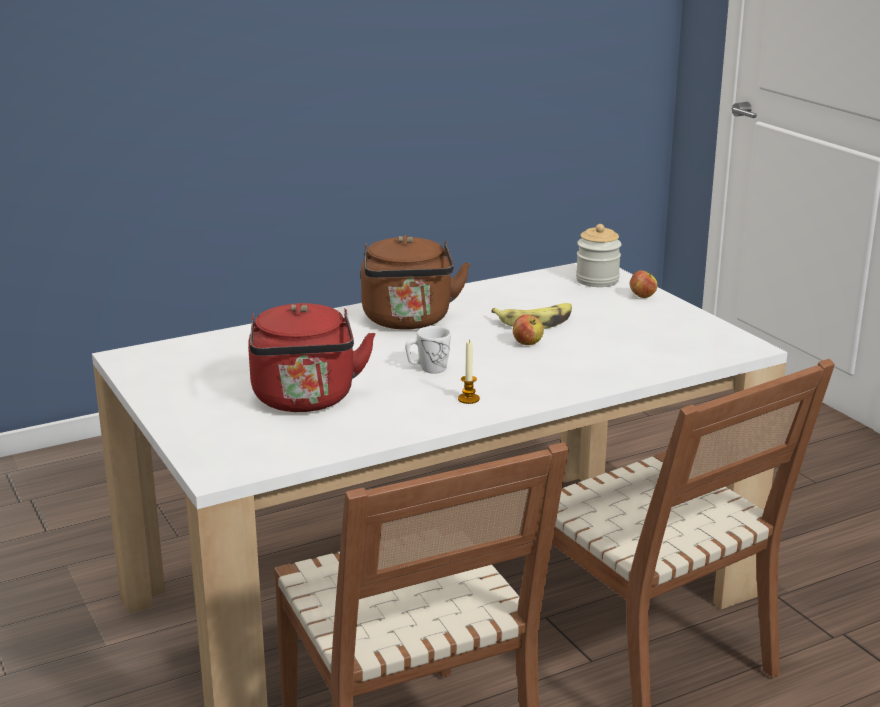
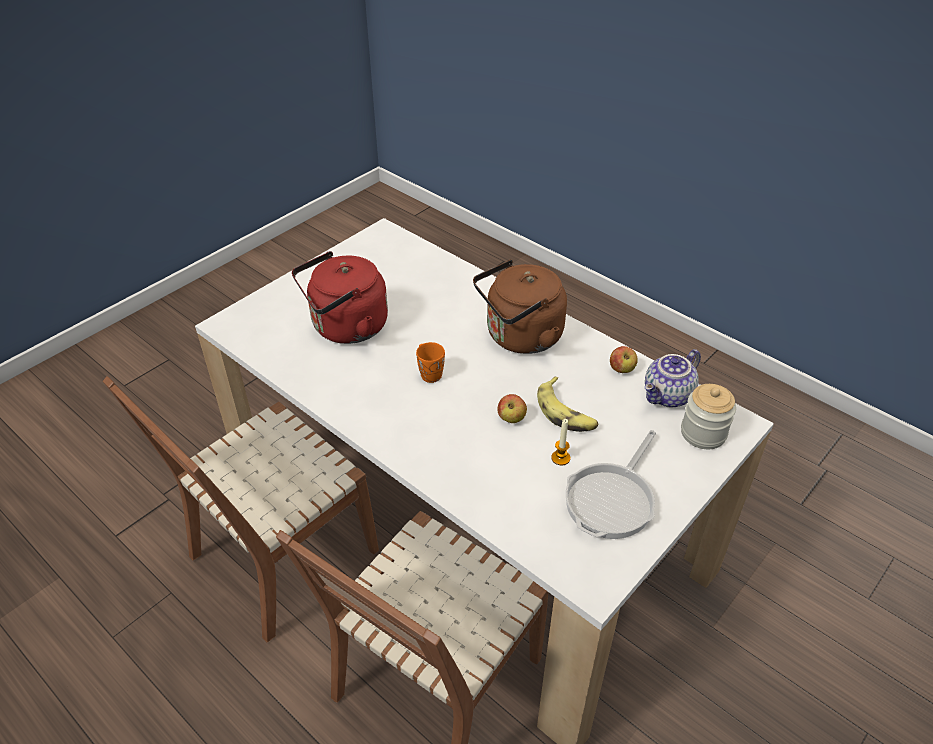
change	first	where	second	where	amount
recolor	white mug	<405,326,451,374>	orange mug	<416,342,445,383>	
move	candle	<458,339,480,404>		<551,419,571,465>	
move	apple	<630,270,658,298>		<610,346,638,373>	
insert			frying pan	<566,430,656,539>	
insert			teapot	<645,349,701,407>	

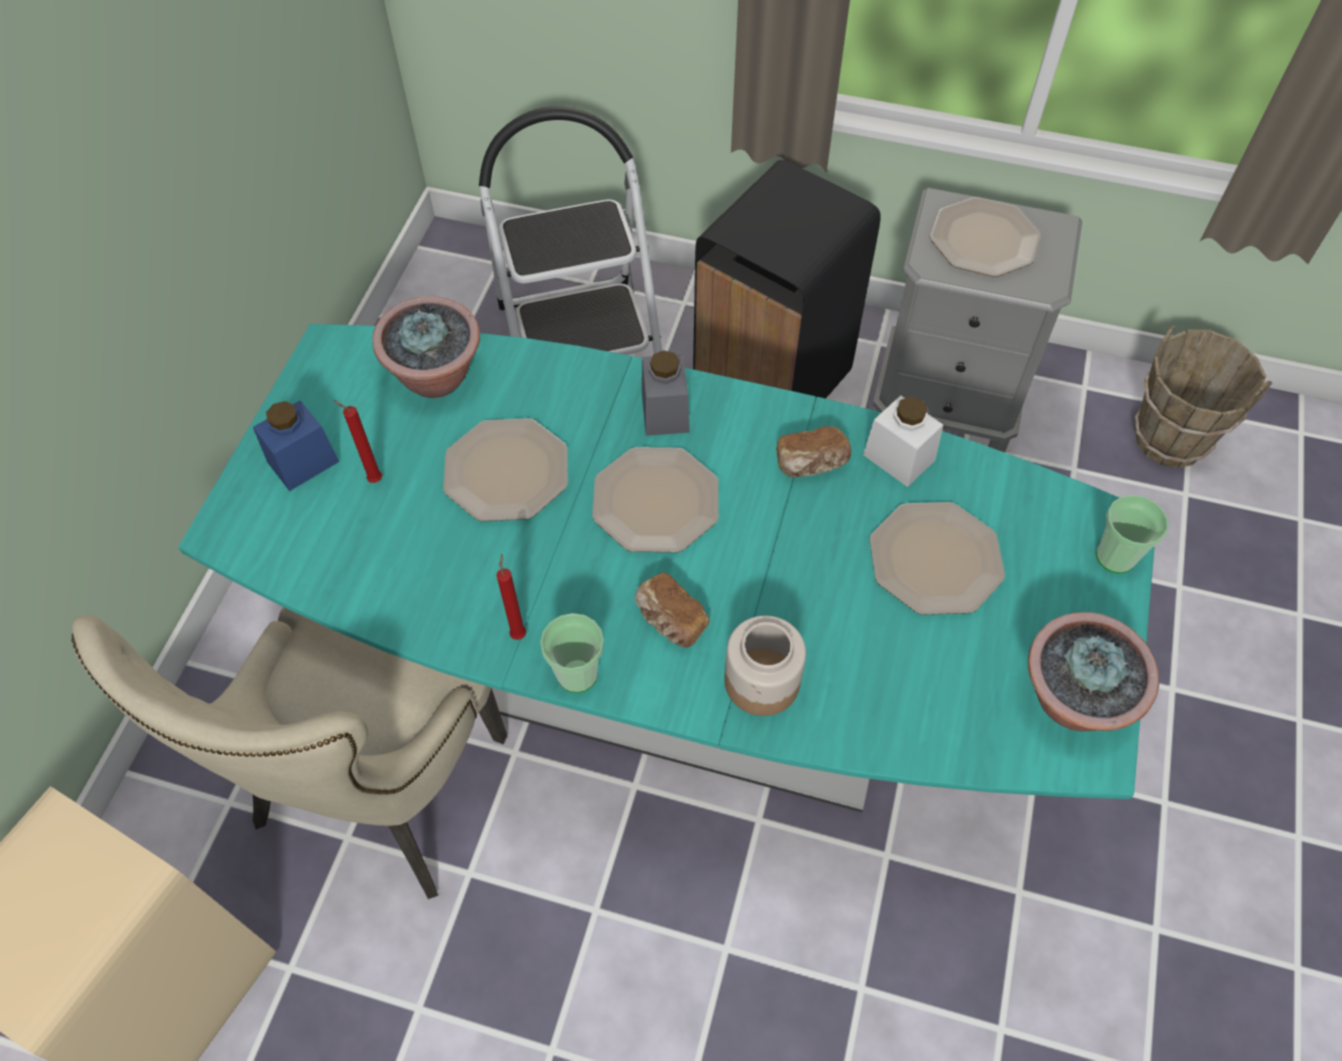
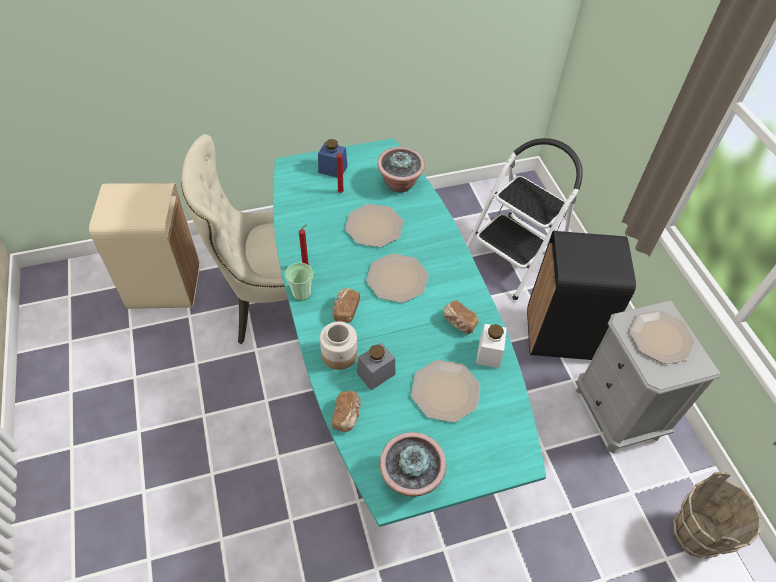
change	first	where	second	where	amount
move	grey jar	<642,350,690,436>		<357,343,396,390>	
delete	cup	<1096,495,1168,574>			
insert			bread	<332,391,362,432>	

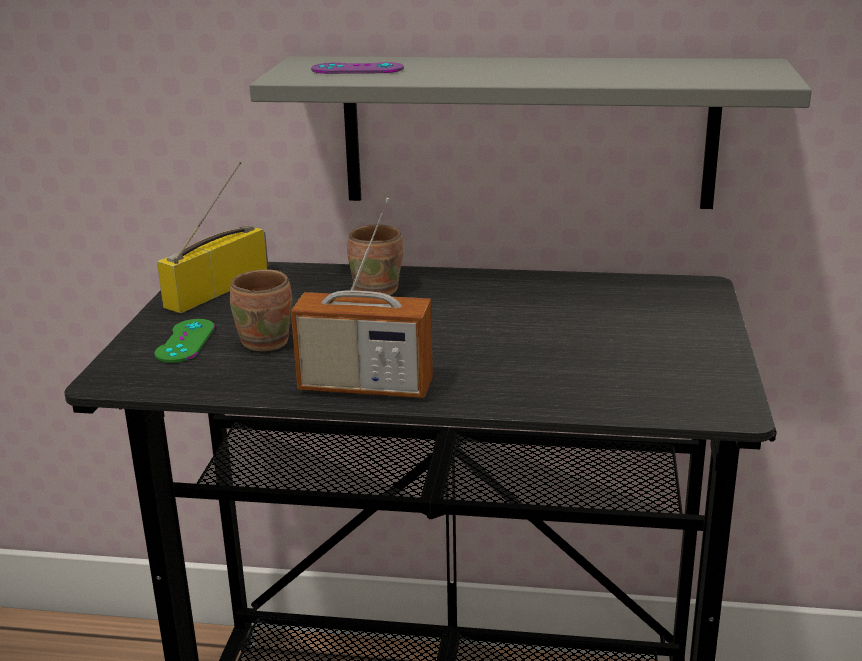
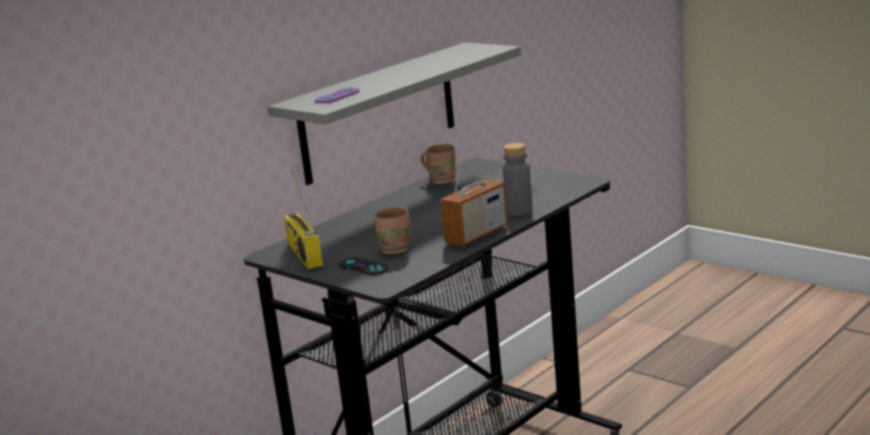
change	first	where	second	where	amount
recolor	green game controller	<154,319,215,363>	black game controller	<339,258,389,275>	
move	brown mug	<347,224,403,295>		<420,144,455,184>	
insert			grey bottle	<503,143,533,216>	

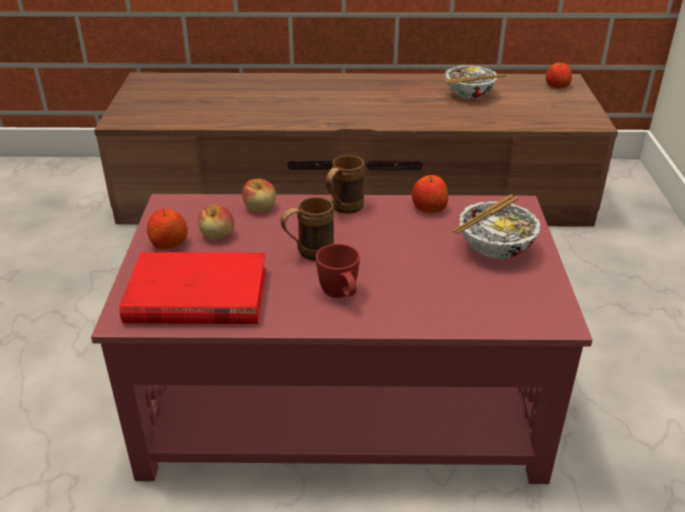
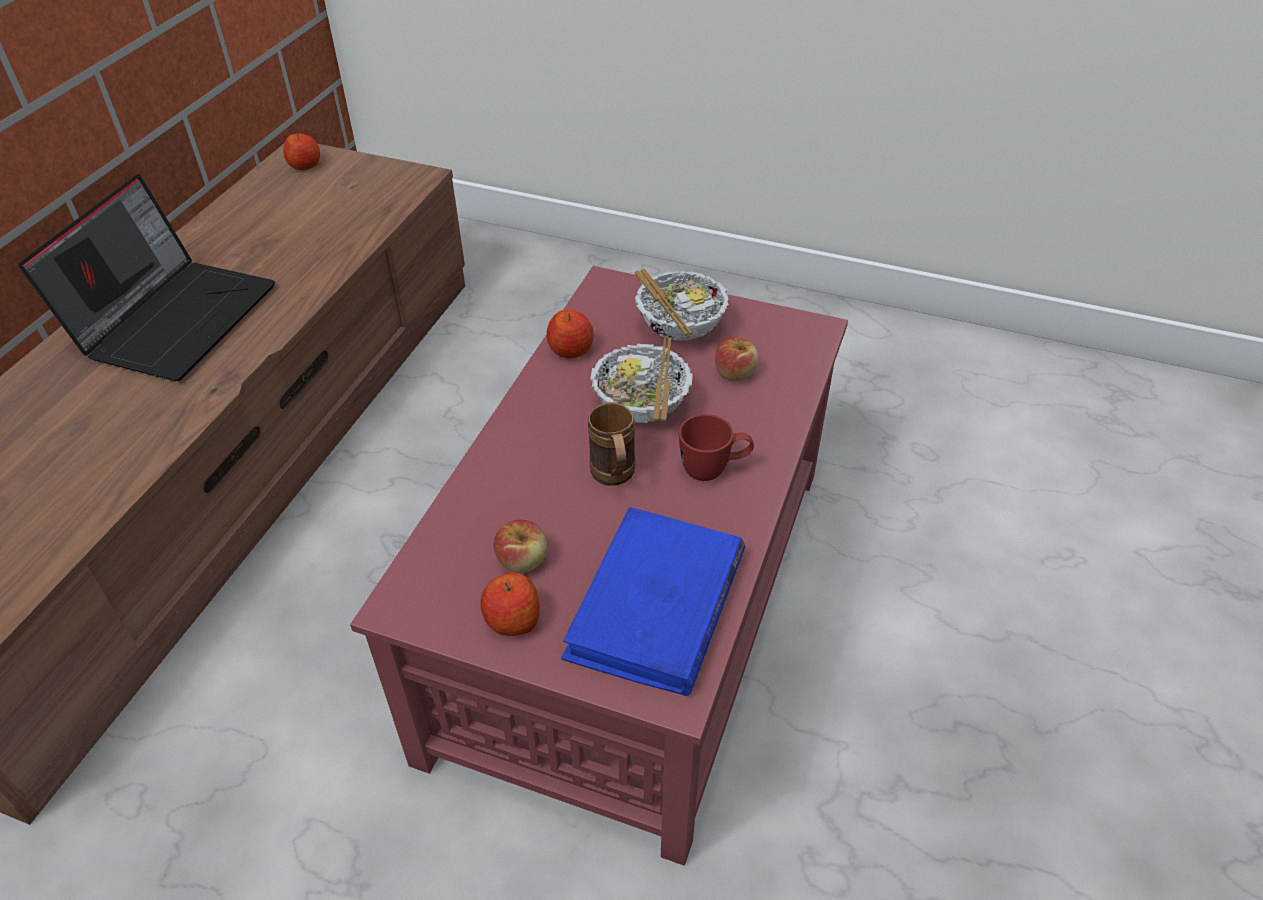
change	first	where	second	where	amount
recolor	red book	<119,252,267,324>	blue book	<561,507,745,696>	
move	apple	<242,179,276,212>		<715,337,758,381>	
delete	brown mug	<326,155,365,214>			
move	bowl	<444,65,506,99>		<590,337,693,423>	
insert			laptop	<18,174,275,381>	

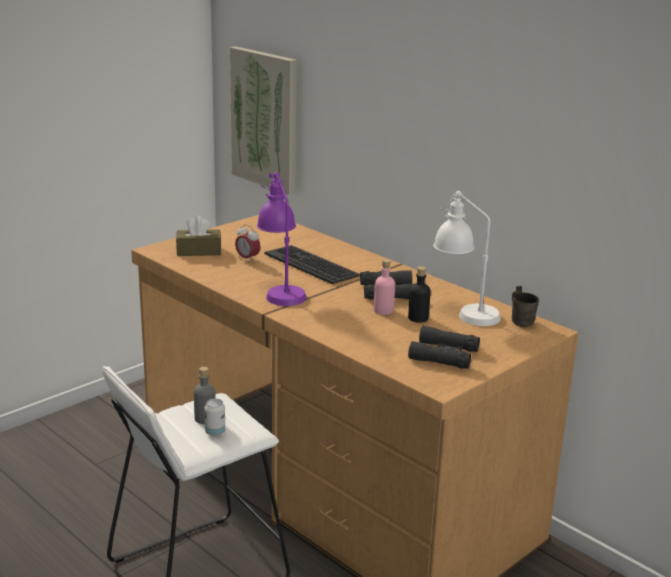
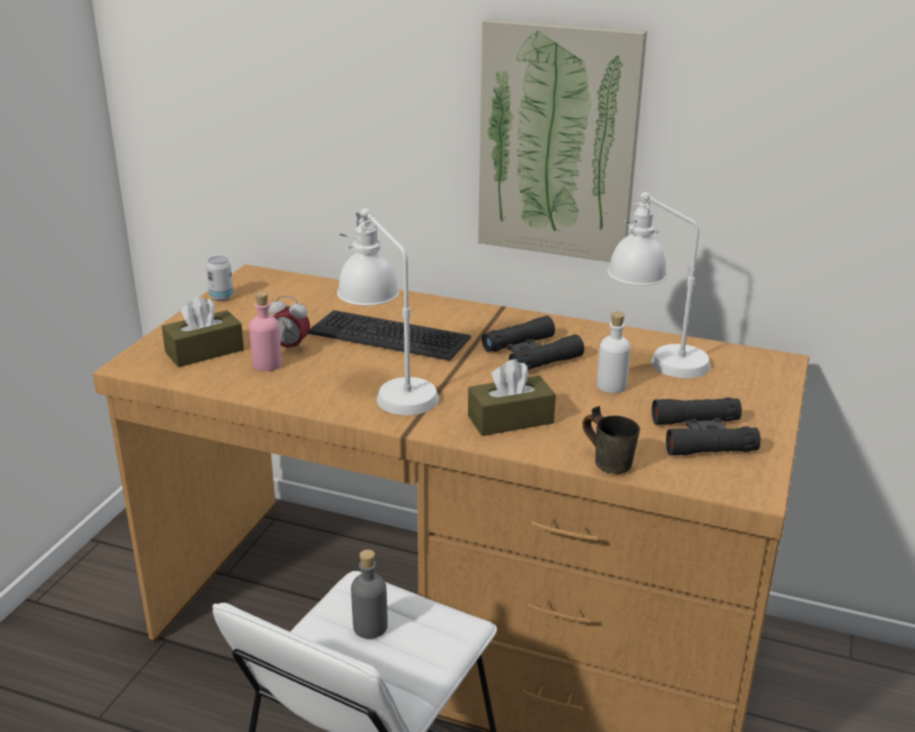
change	first	where	second	where	amount
move	can	<204,399,225,437>		<206,256,234,301>	
move	picture	<230,46,297,195>		<478,18,647,262>	
recolor	purple table lamp	<257,172,306,306>	white table lamp	<337,208,439,415>	
move	pink bottle	<374,259,395,315>		<249,292,282,371>	
recolor	black bottle	<408,266,431,323>	white bottle	<597,312,631,393>	
move	grey mug	<512,286,539,327>		<582,406,640,474>	
insert			brown tissue box	<468,359,556,436>	

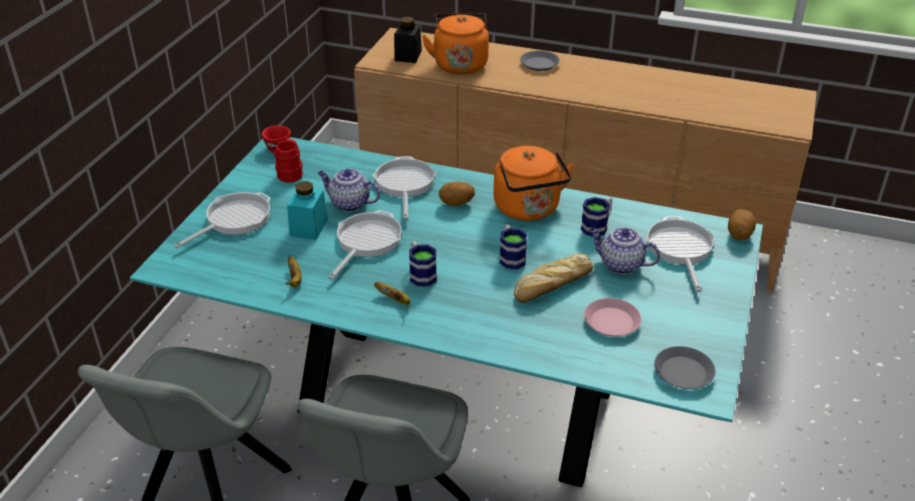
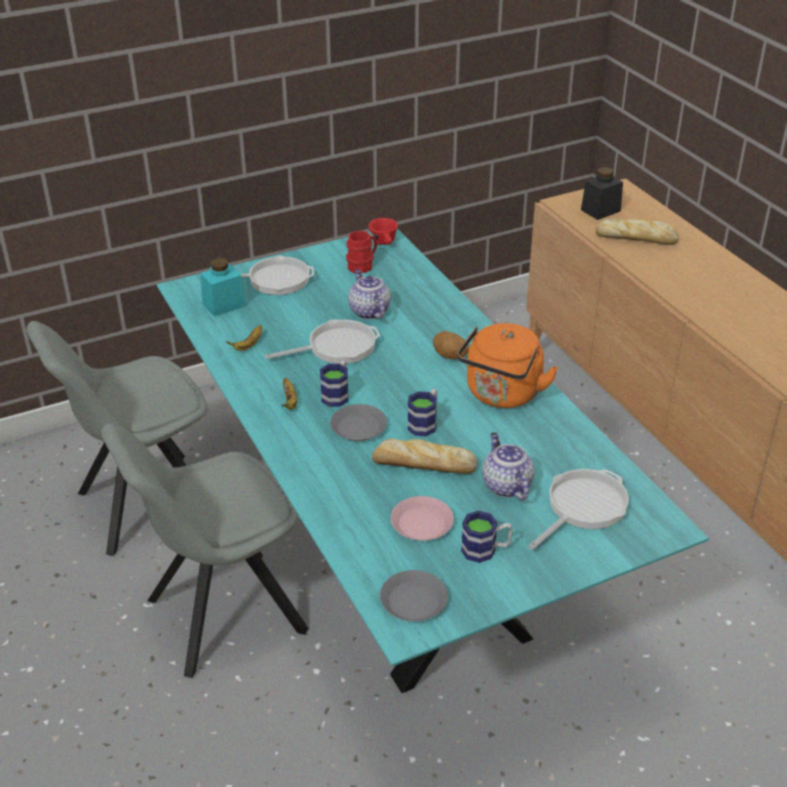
change	first	where	second	where	amount
move	turquoise jar	<287,181,328,240>		<200,258,246,317>	
delete	frying pan	<373,156,437,220>			
replace	orange kettle	<422,13,489,74>	bread	<596,218,679,245>	
move	grey plate	<520,51,560,71>		<330,404,387,441>	
move	mug	<581,197,612,237>		<461,511,513,563>	
delete	potato	<728,209,756,241>			

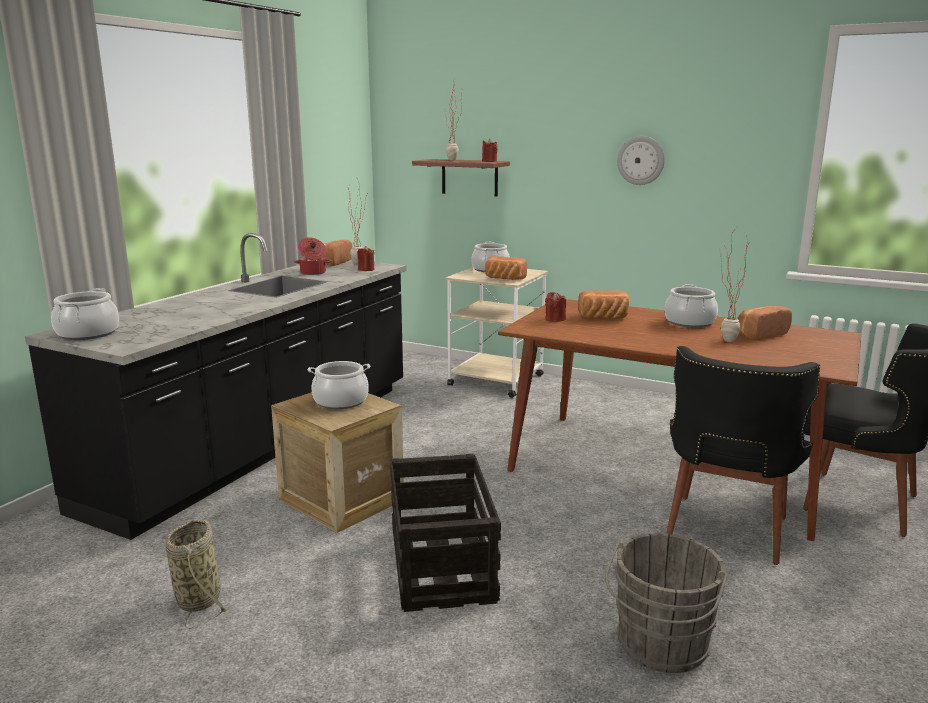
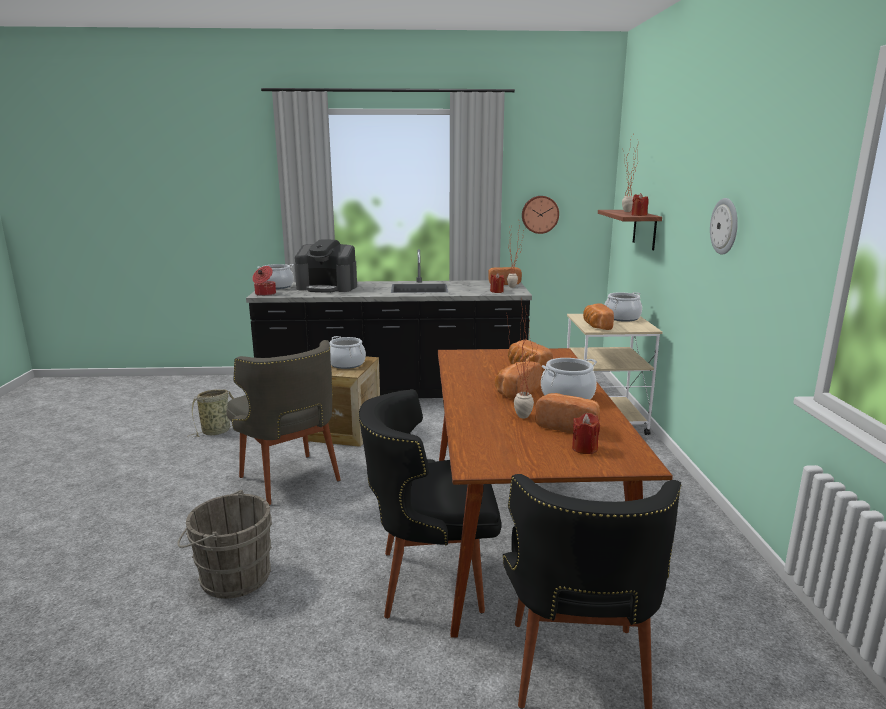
change	first	where	second	where	amount
move	cooking pot	<294,237,331,275>		<252,266,276,296>	
replace	crate	<390,454,501,612>	grey chair	<226,340,341,506>	
move	red candle	<545,292,566,322>		<572,413,600,454>	
insert			coffee machine	<295,239,357,293>	
insert			bread	<495,361,542,400>	
insert			wall clock	<522,196,559,234>	

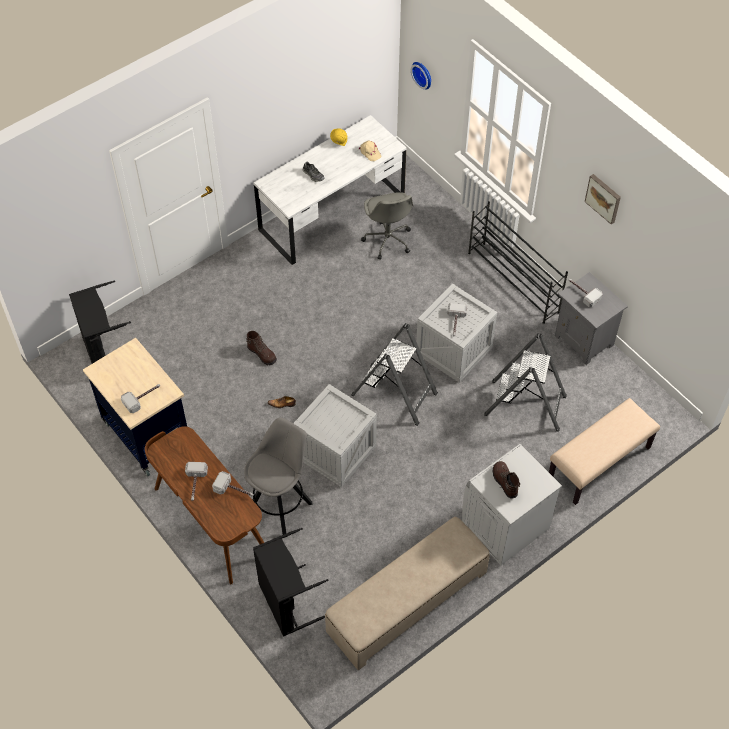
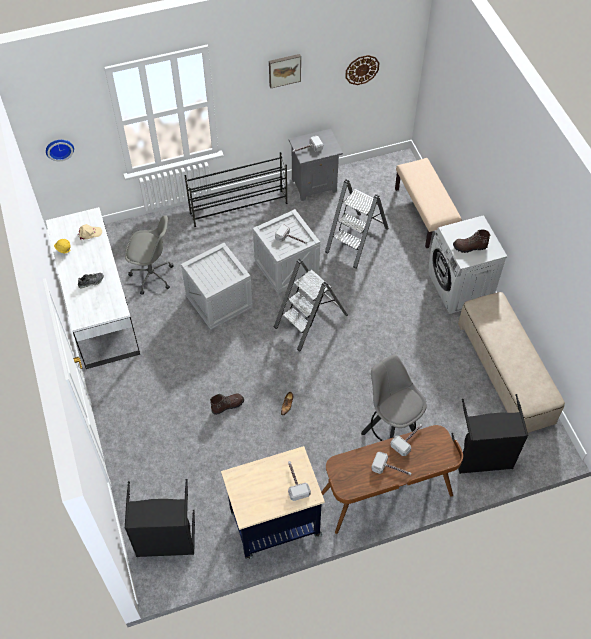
change	first	where	second	where	amount
move	crate	<293,384,377,487>		<181,243,253,330>	
insert			wall clock	<345,55,380,85>	

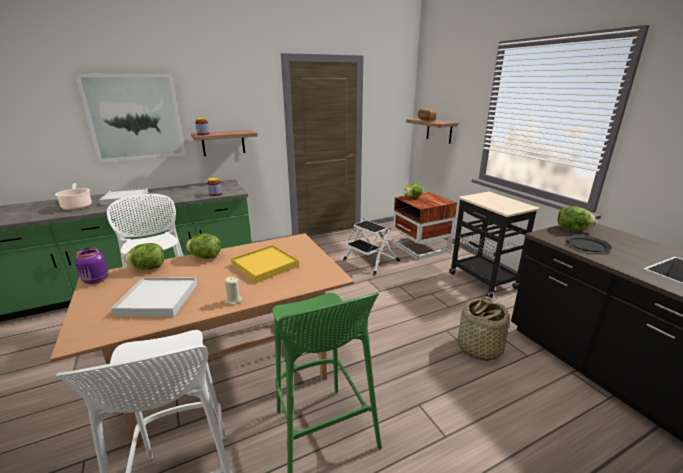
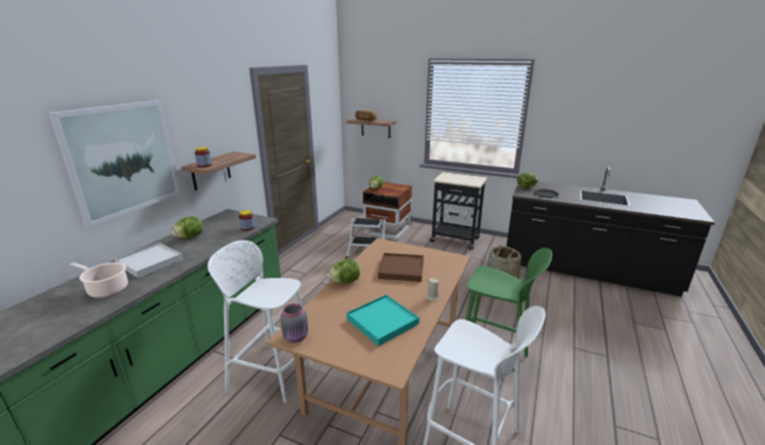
change	first	where	second	where	amount
recolor	purple jar	<75,248,108,284>	grey jar	<280,303,308,343>	
recolor	white tray	<111,277,197,317>	turquoise tray	<347,295,419,346>	
move	lettuce	<124,243,164,270>		<171,216,203,239>	
recolor	yellow tray	<231,245,299,283>	brown tray	<378,253,424,282>	

